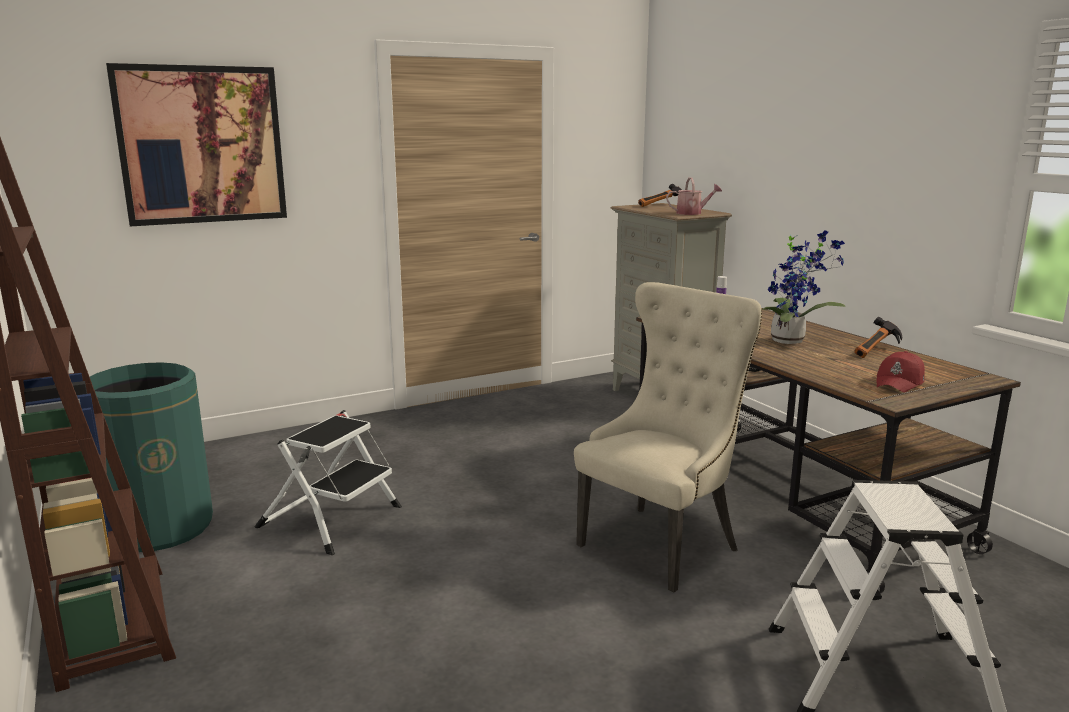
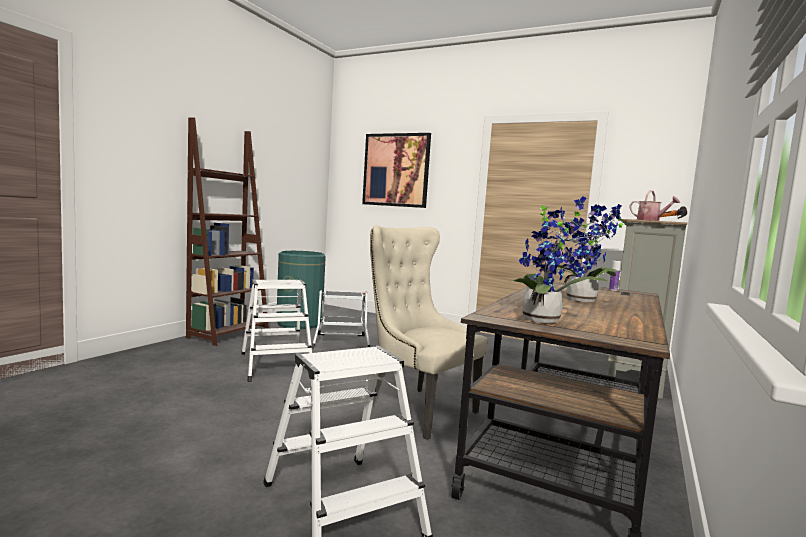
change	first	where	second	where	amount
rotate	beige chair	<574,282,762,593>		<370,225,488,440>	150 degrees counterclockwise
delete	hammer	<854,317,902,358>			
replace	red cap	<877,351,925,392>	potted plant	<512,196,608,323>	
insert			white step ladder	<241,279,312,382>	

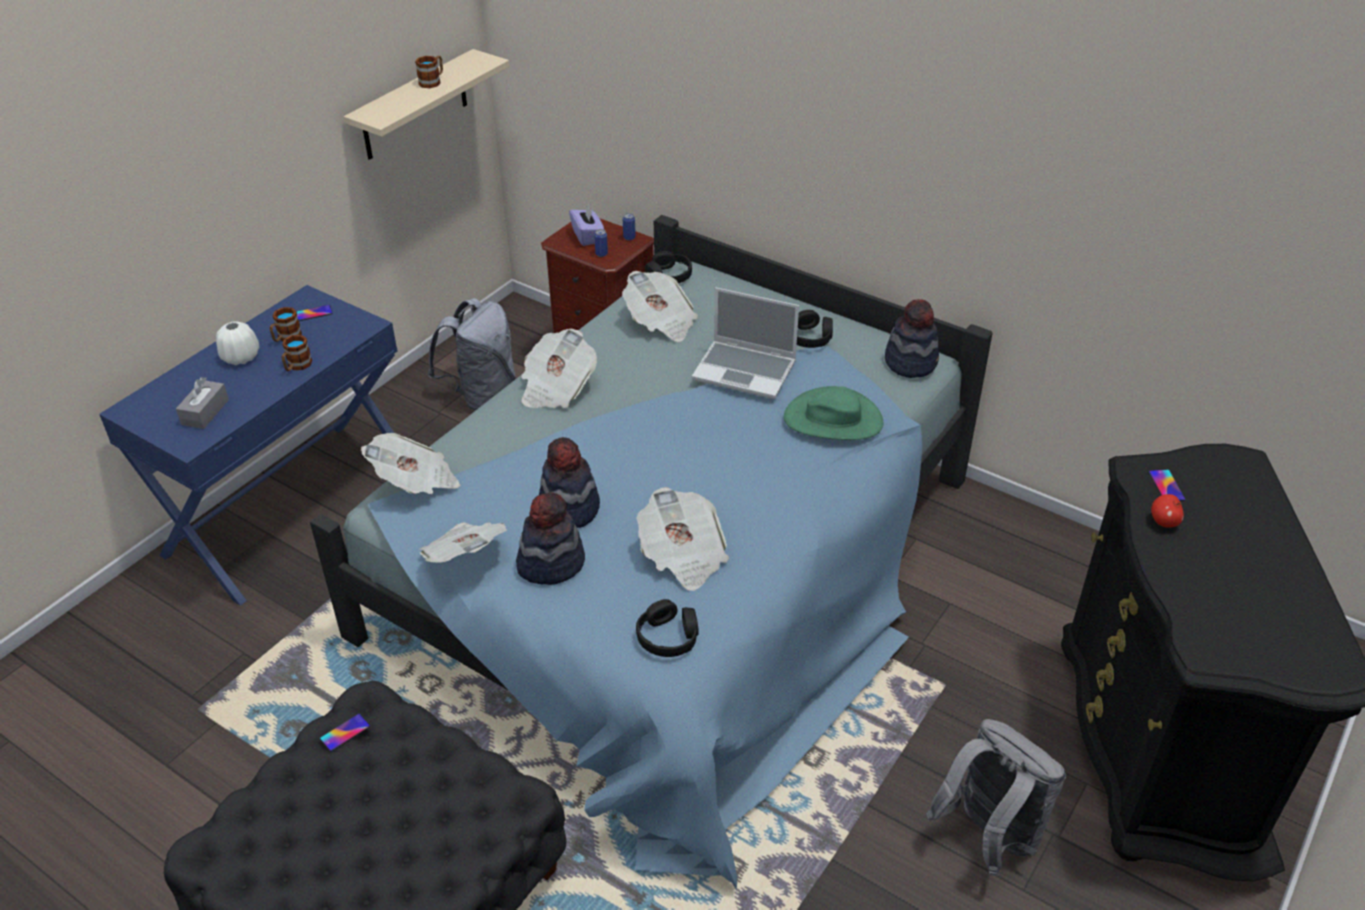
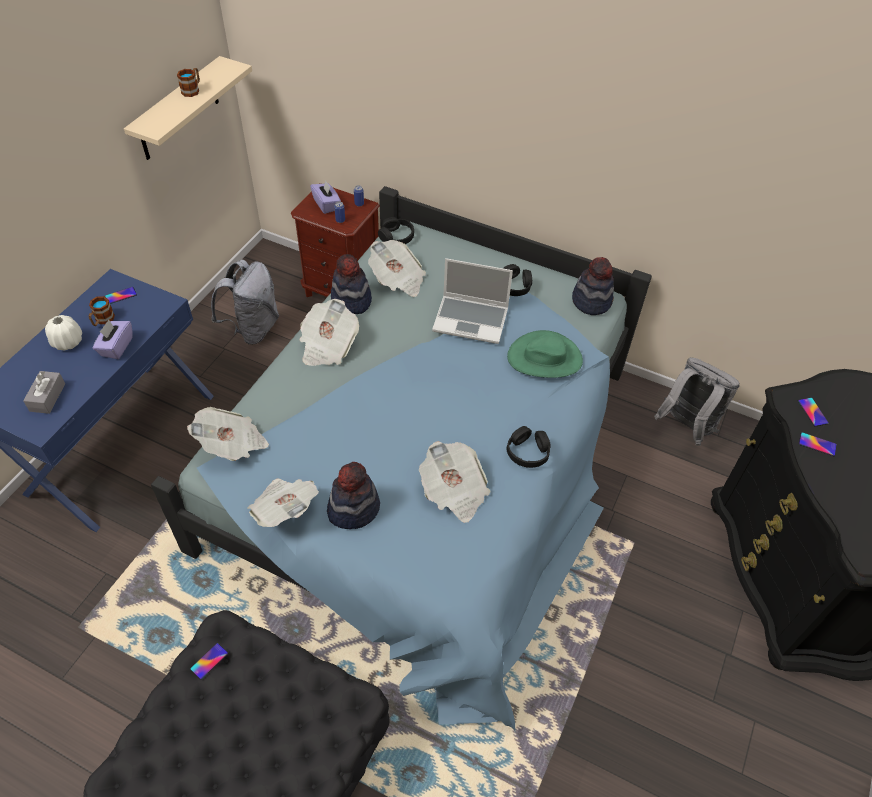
change	first	where	second	where	amount
replace	mug	<282,335,312,371>	purple tissue box	<93,320,133,359>	
move	hat	<539,437,600,528>		<331,254,372,314>	
move	black headphones	<636,599,699,657>		<506,426,551,468>	
move	grey backpack	<926,719,1066,876>		<654,357,740,446>	
replace	apple	<1151,494,1184,527>	phone	<799,432,837,456>	

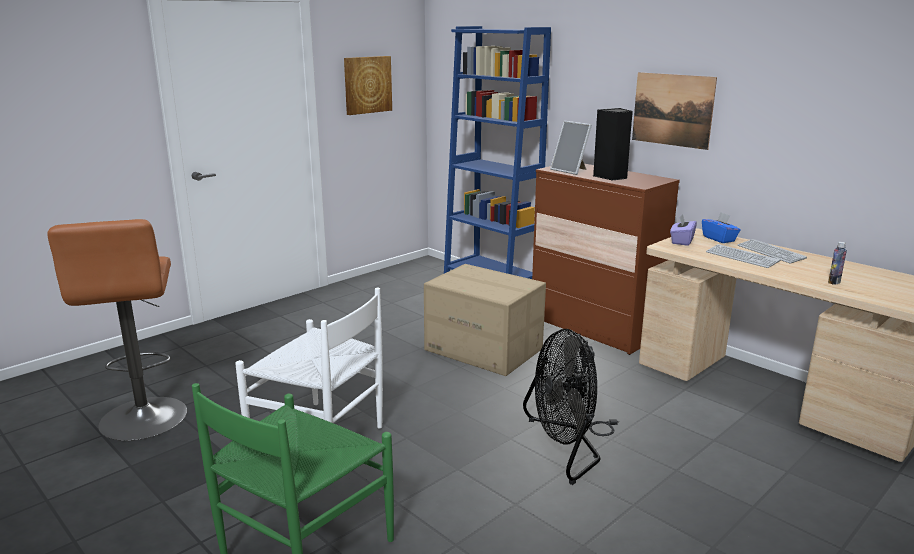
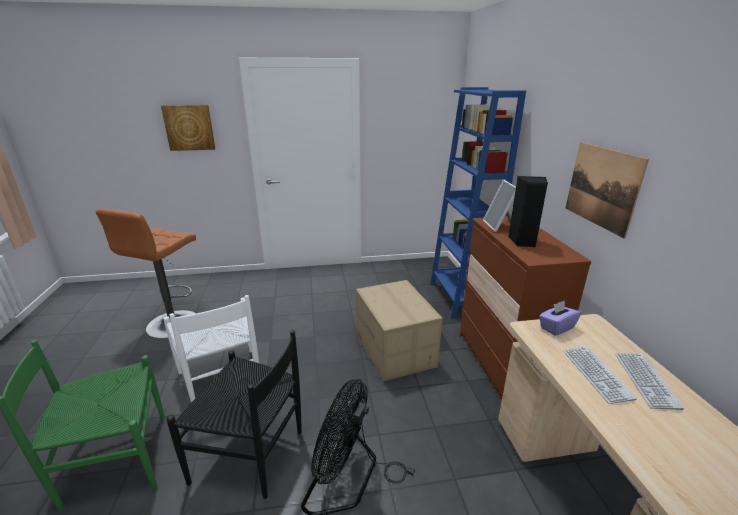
change	first	where	second	where	amount
move	picture	<344,56,392,115>		<161,105,215,151>	
delete	blue tissue box	<702,212,741,243>			
delete	bottle	<828,242,847,285>			
insert			black chair	<166,330,302,499>	

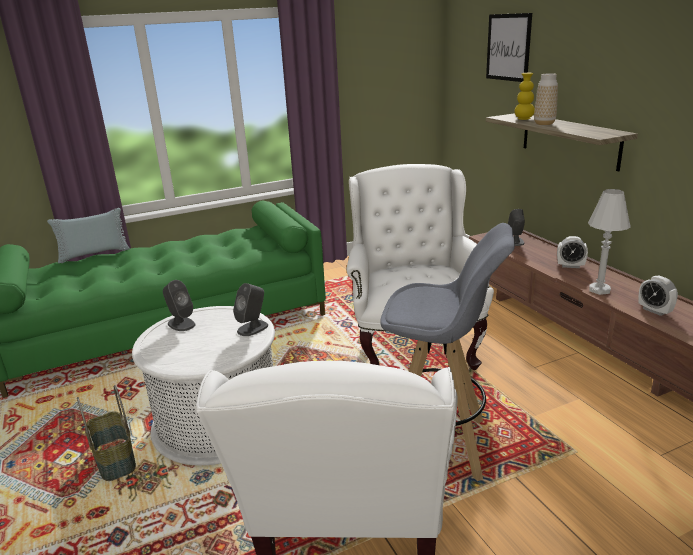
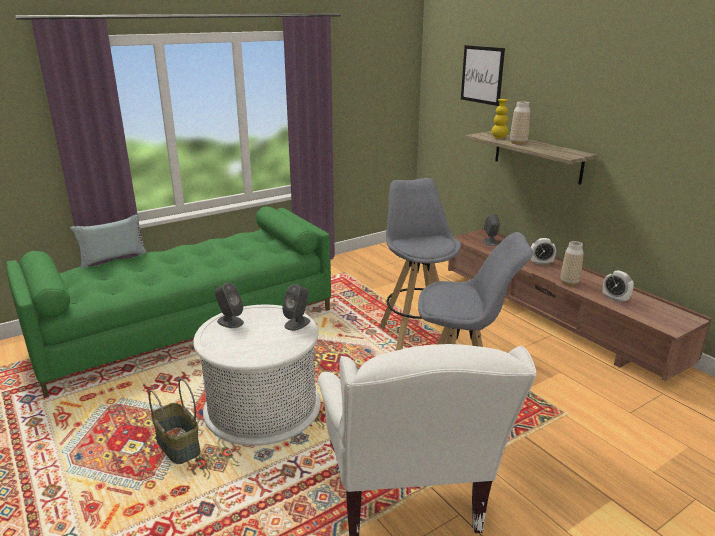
change	first	where	second	where	amount
replace	white armchair	<347,164,494,370>	grey stool	<379,178,461,351>	
replace	white table lamp	<588,189,630,295>	vase	<560,241,584,286>	

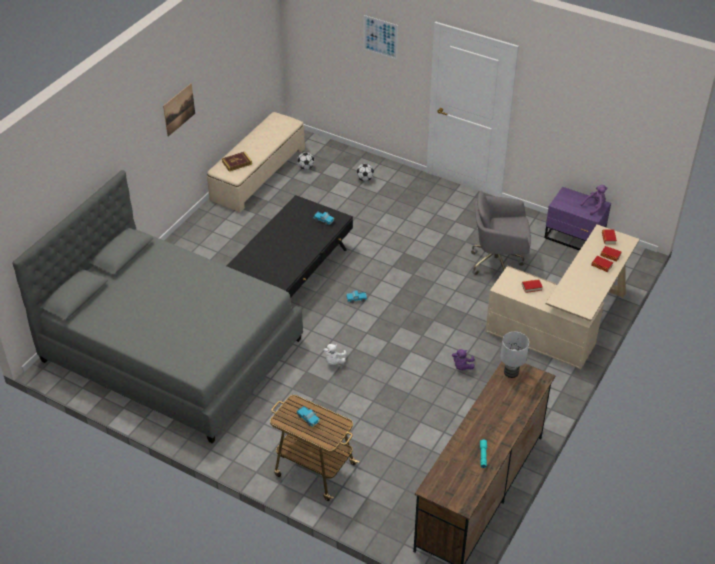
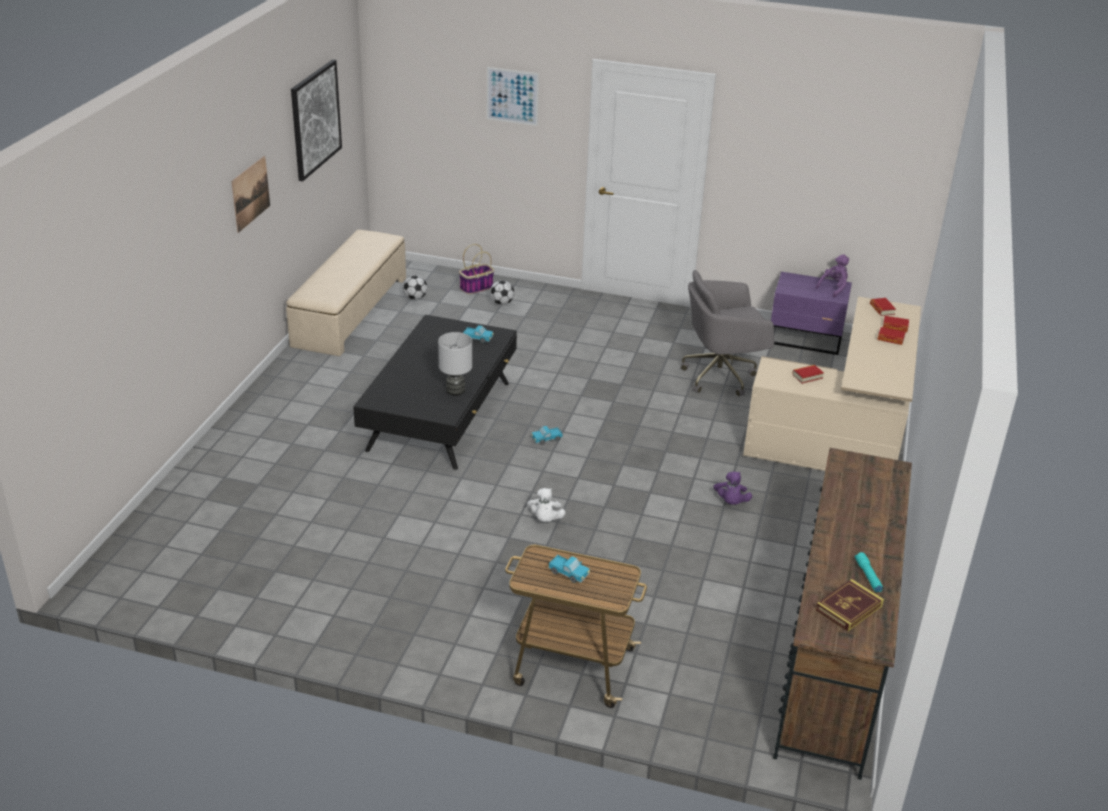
change	first	where	second	where	amount
delete	grey bed	<12,170,303,443>			
move	book	<222,152,252,172>		<816,579,884,632>	
move	grey table lamp	<500,332,529,378>		<438,332,472,396>	
insert			picture	<291,59,342,181>	
insert			basket	<459,244,494,294>	

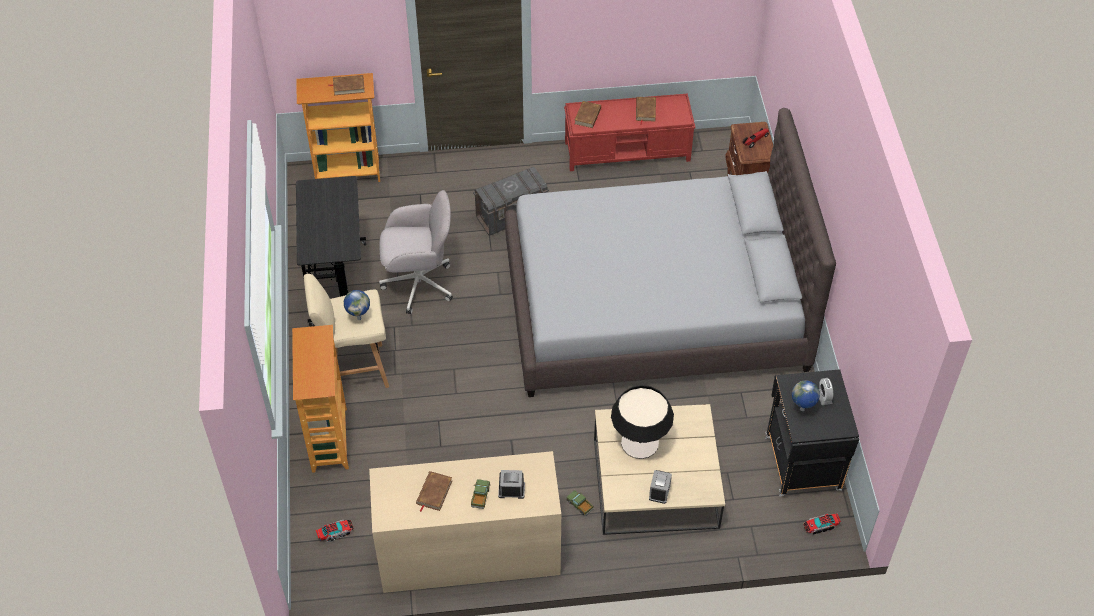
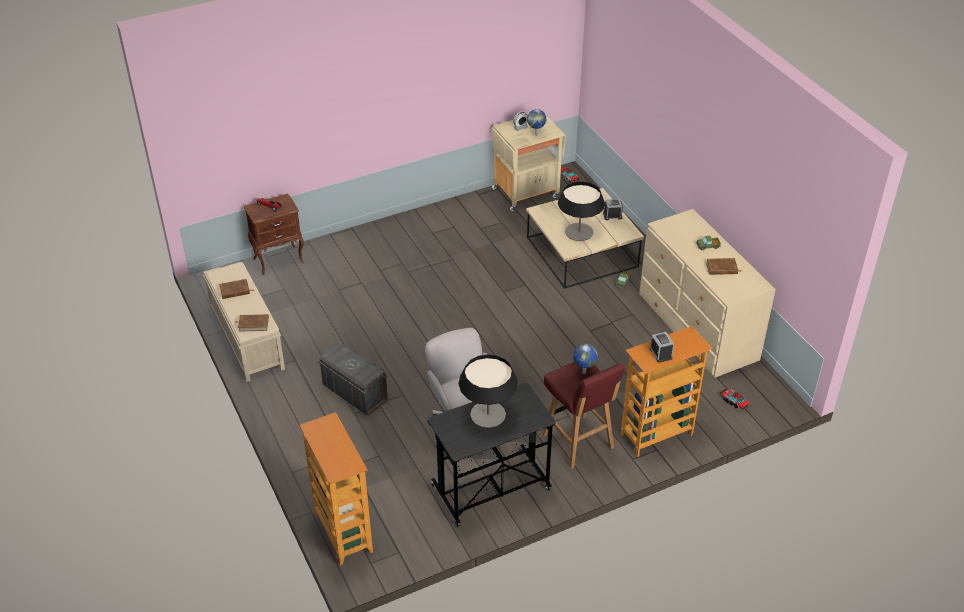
change	first	where	second	where	amount
recolor	beige stool	<304,274,389,388>	red stool	<542,361,625,469>	
delete	brown book	<329,75,365,95>			
move	alarm clock	<498,470,525,499>		<650,332,674,363>	
delete	grey bed	<505,108,836,397>			
recolor	red bench	<564,93,696,171>	beige bench	<203,262,285,382>	
recolor	black cart	<765,369,859,497>	beige cart	<492,114,566,211>	
insert			table lamp	<458,354,518,428>	

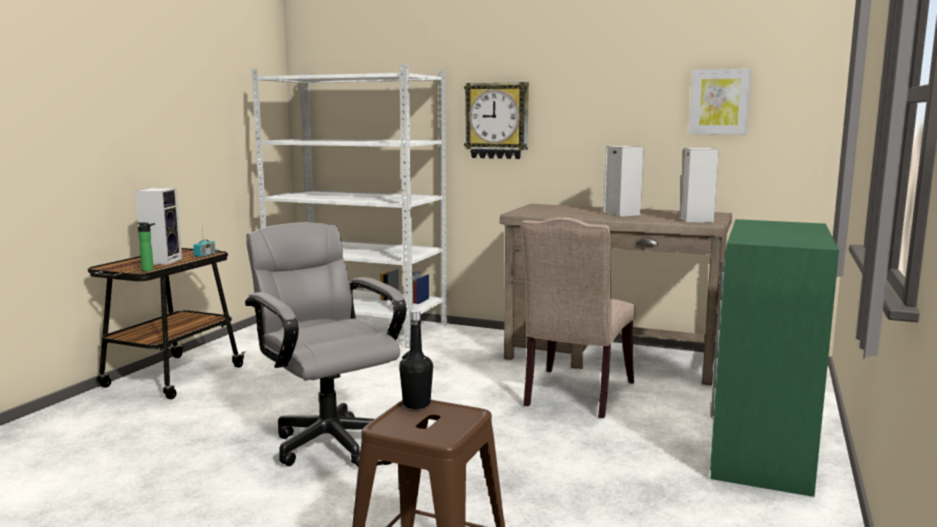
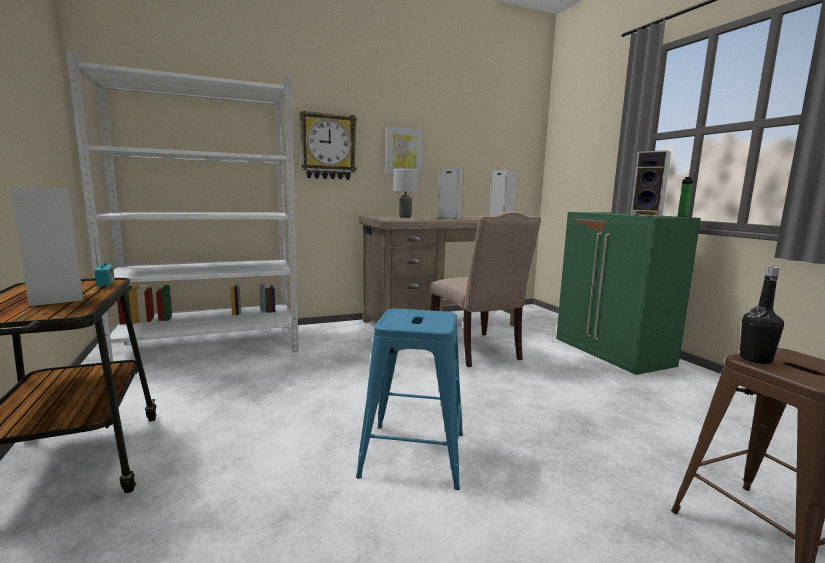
change	first	where	second	where	amount
move	bottle	<138,222,155,271>		<678,177,694,217>	
replace	grey office chair	<245,222,407,467>	blue stool	<356,308,463,490>	
move	picture	<689,69,752,135>		<385,127,423,175>	
insert			white table lamp	<393,169,419,218>	
insert			speaker	<630,150,671,217>	

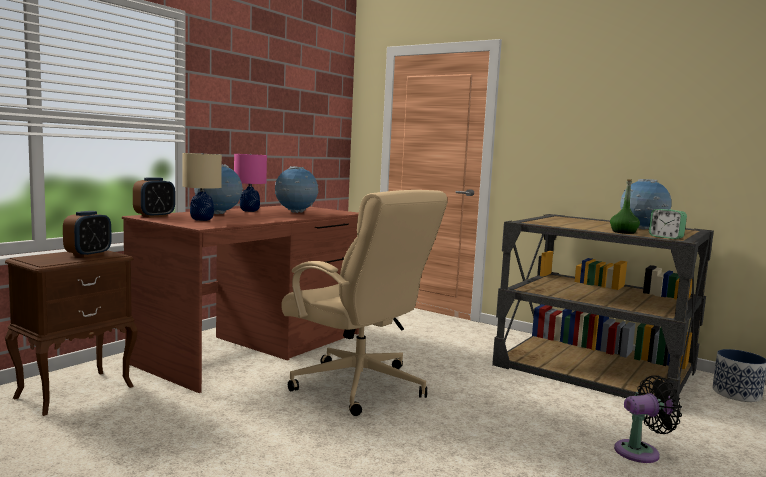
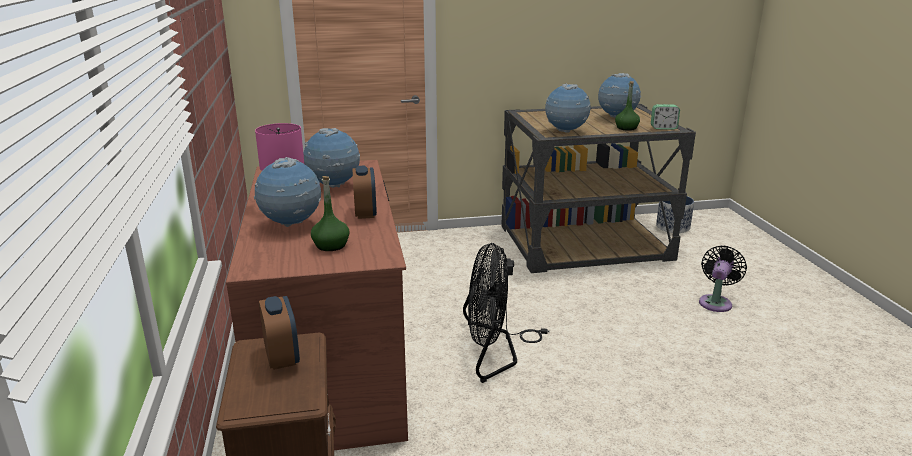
change	first	where	second	where	amount
move	alarm clock	<133,178,175,218>		<353,165,377,219>	
replace	beige table lamp	<183,153,222,221>	green bottle	<311,176,349,251>	
replace	beige office chair	<281,190,448,416>	black fan	<463,243,548,383>	
insert			globe	<545,83,590,133>	

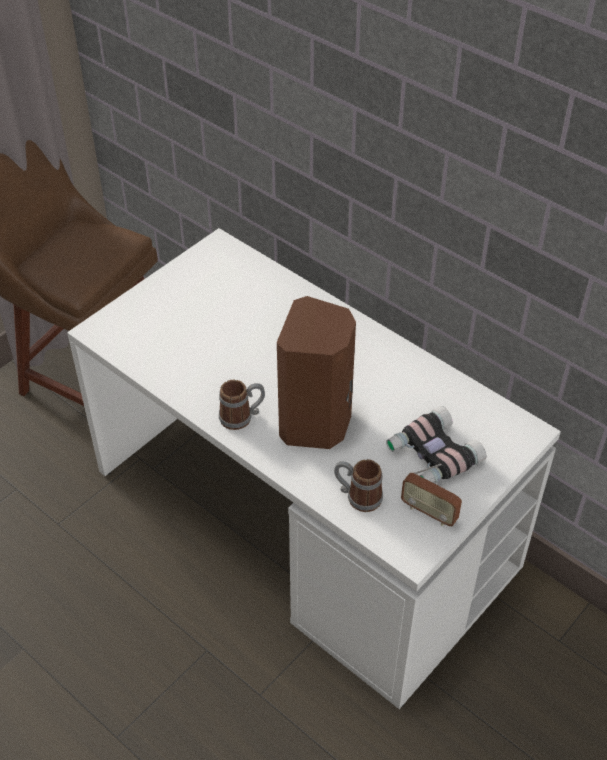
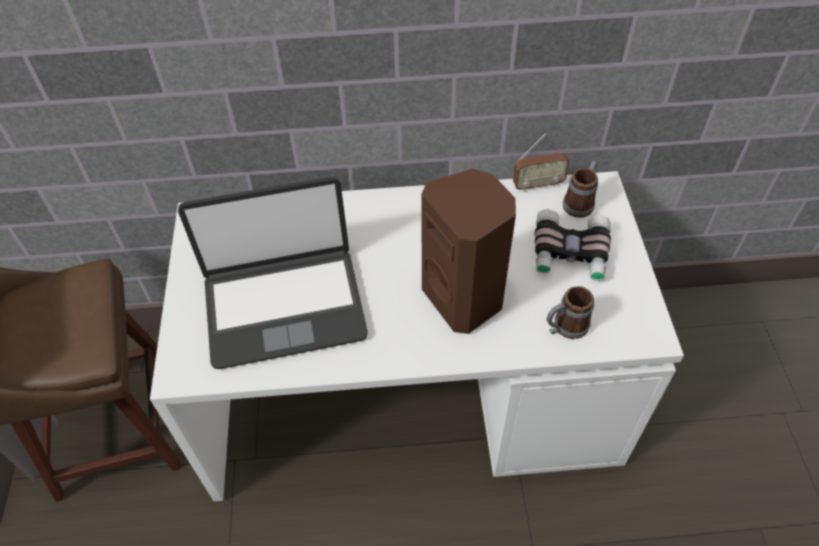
change	first	where	second	where	amount
move	mug	<219,380,265,430>		<563,161,598,218>	
move	radio	<401,463,462,526>		<513,133,570,192>	
insert			laptop	<178,177,368,369>	

